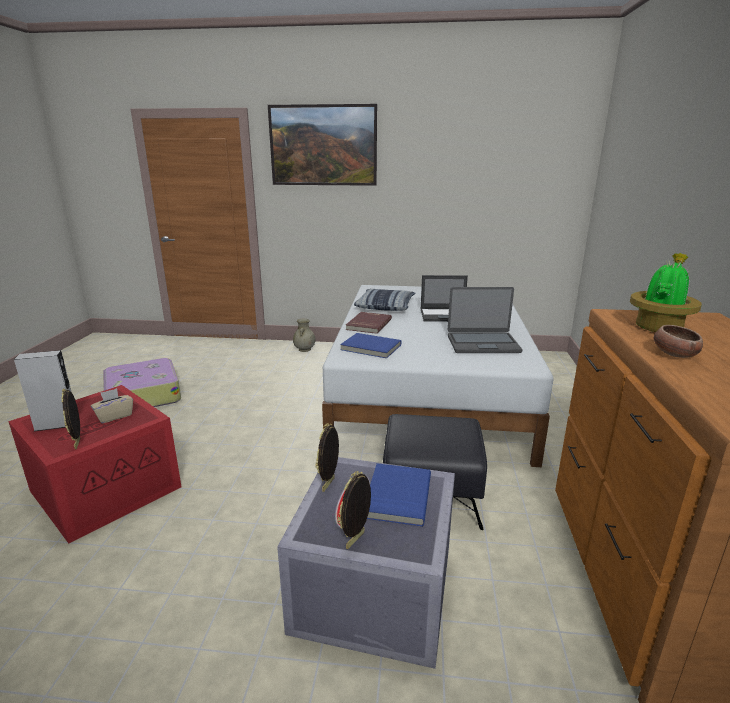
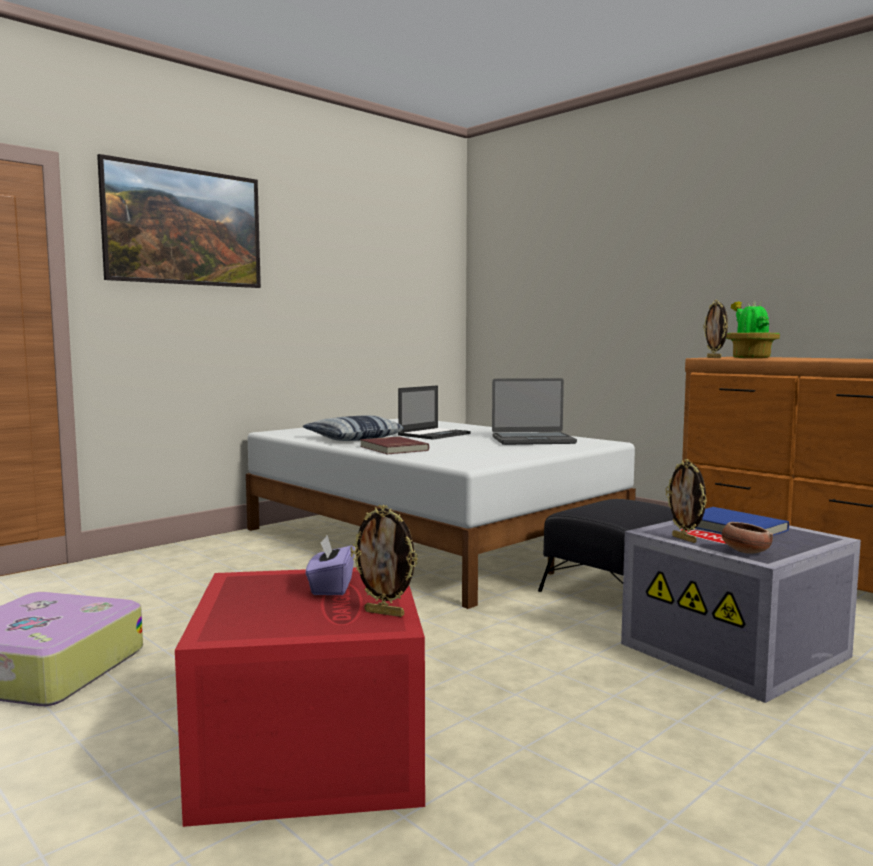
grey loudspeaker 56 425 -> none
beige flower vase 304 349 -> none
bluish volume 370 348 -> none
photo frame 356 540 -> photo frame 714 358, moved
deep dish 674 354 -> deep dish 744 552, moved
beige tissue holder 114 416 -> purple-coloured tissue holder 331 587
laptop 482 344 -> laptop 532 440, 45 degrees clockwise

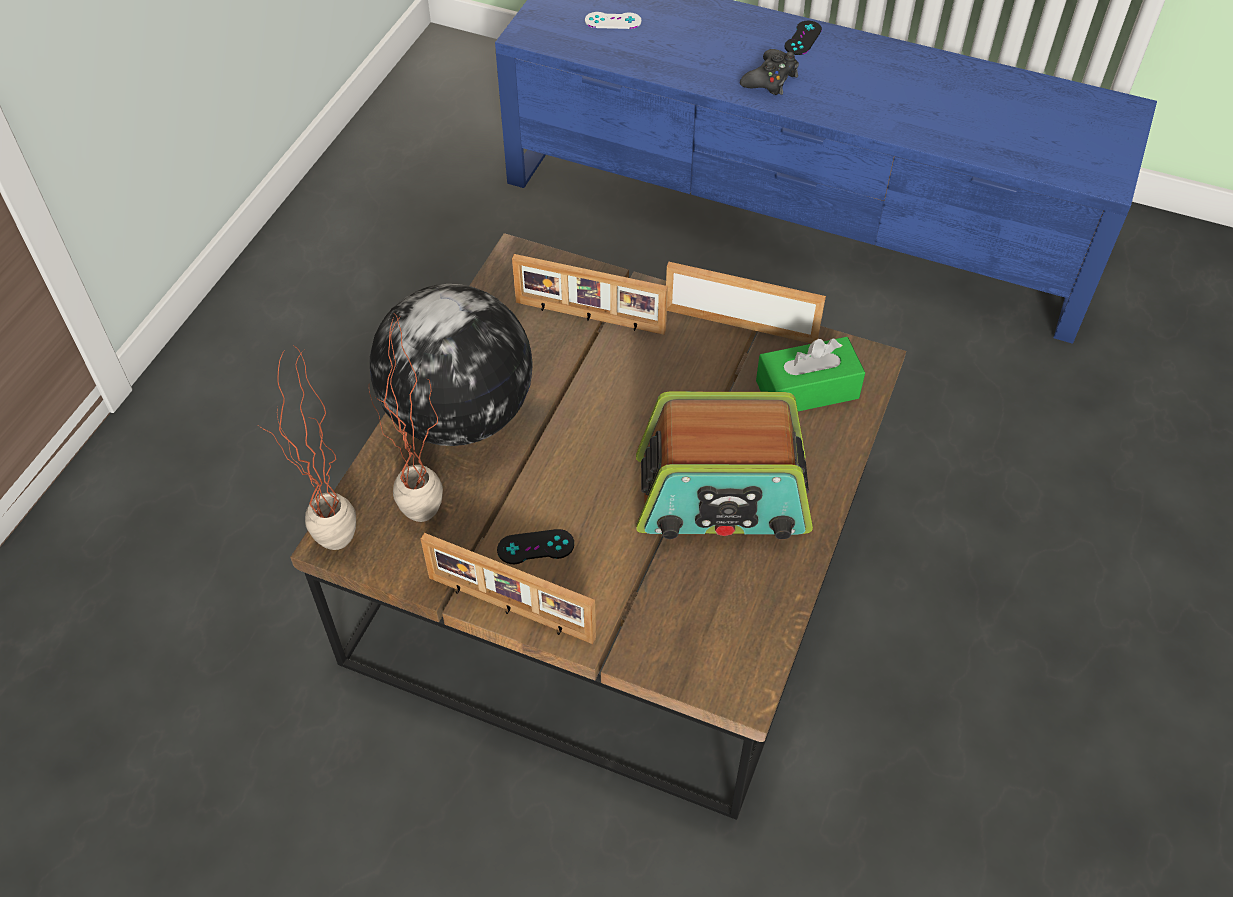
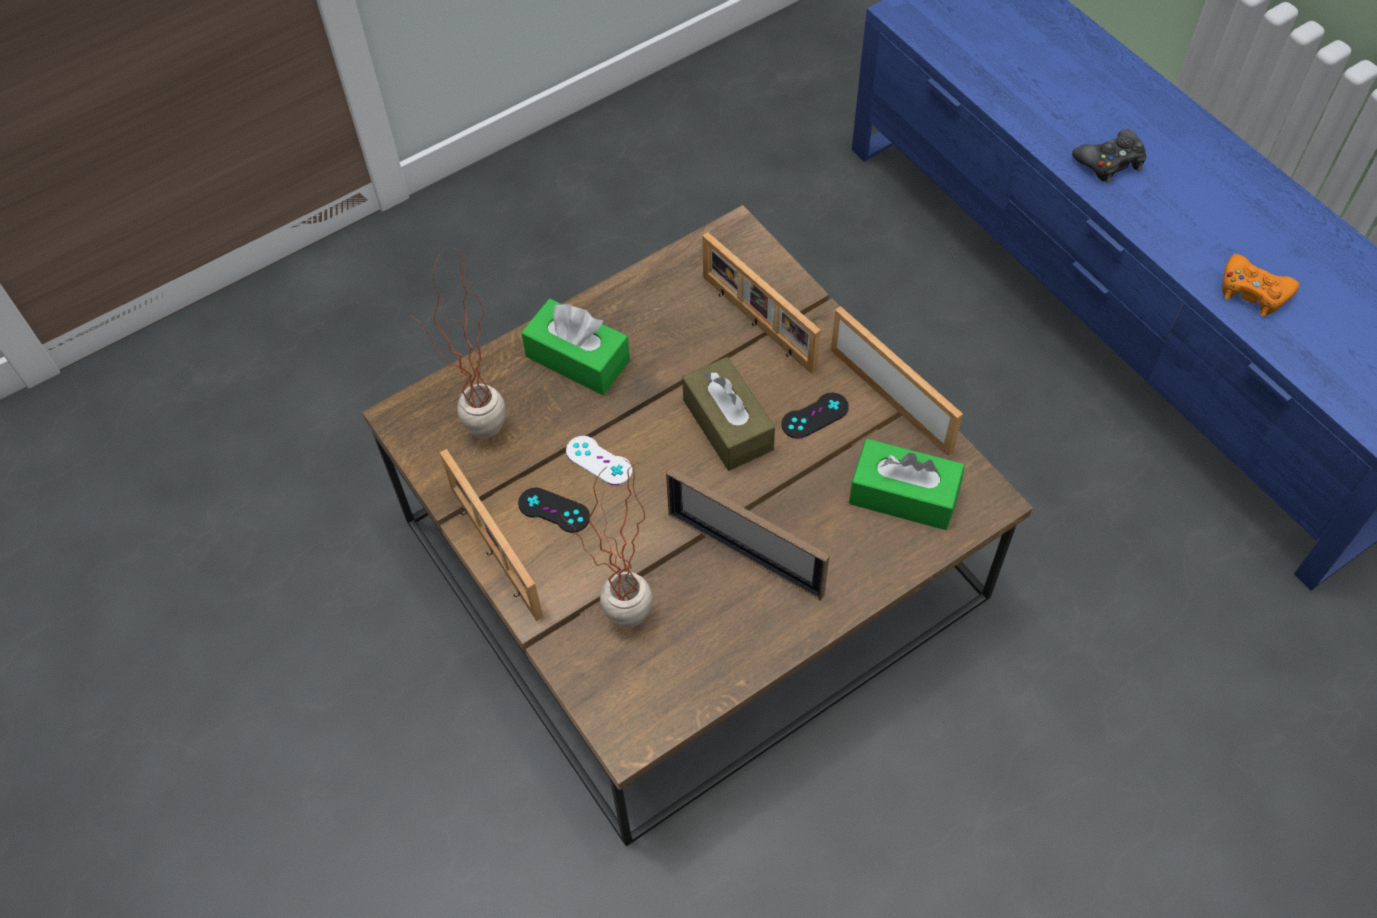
none -> brownish tissue holder 728 425
none -> orange-coloured joypad 1253 291
plant in a pot 337 554 -> plant in a pot 620 629, moved
white-coloured joypad 613 21 -> white-coloured joypad 599 460, moved
blackish joypad 803 38 -> blackish joypad 815 416, moved
world globe 458 416 -> green-coloured tissue holder 577 358
radio 722 497 -> photo frame 745 554

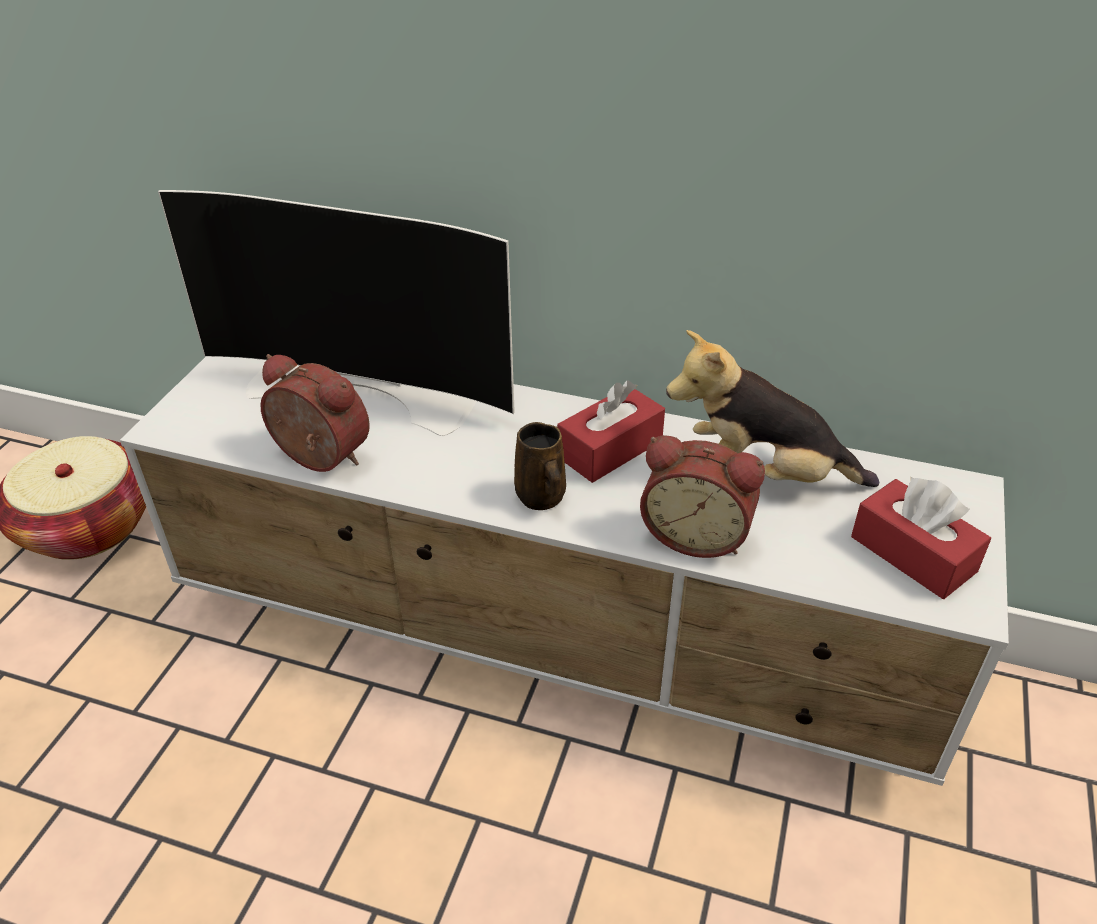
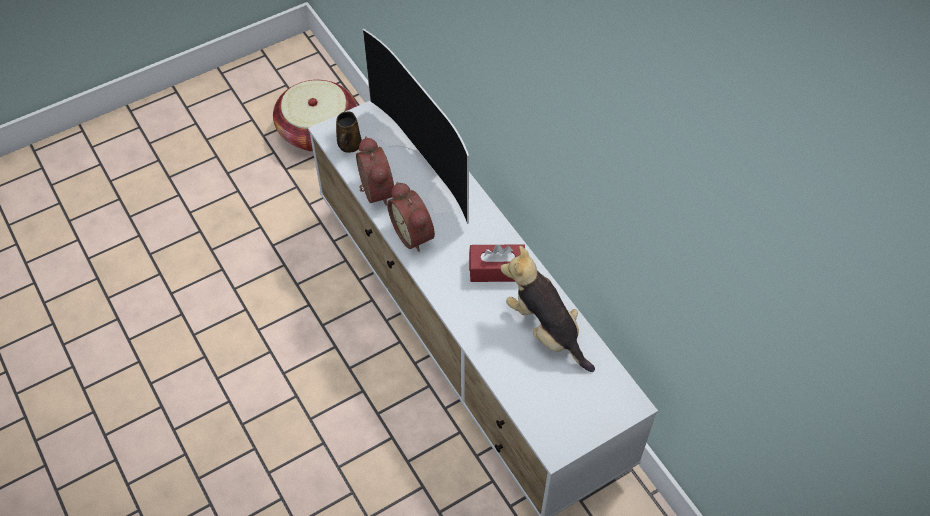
red-coloured tissue holder 913 554 -> none
brownish coffee mug 541 498 -> brownish coffee mug 349 146, moved
alarm clock 696 534 -> alarm clock 415 233, moved

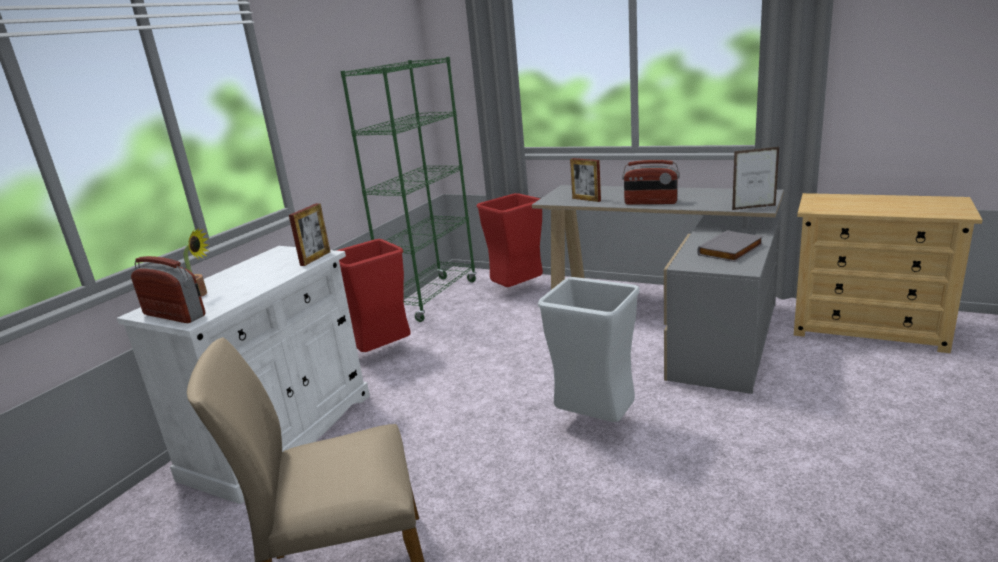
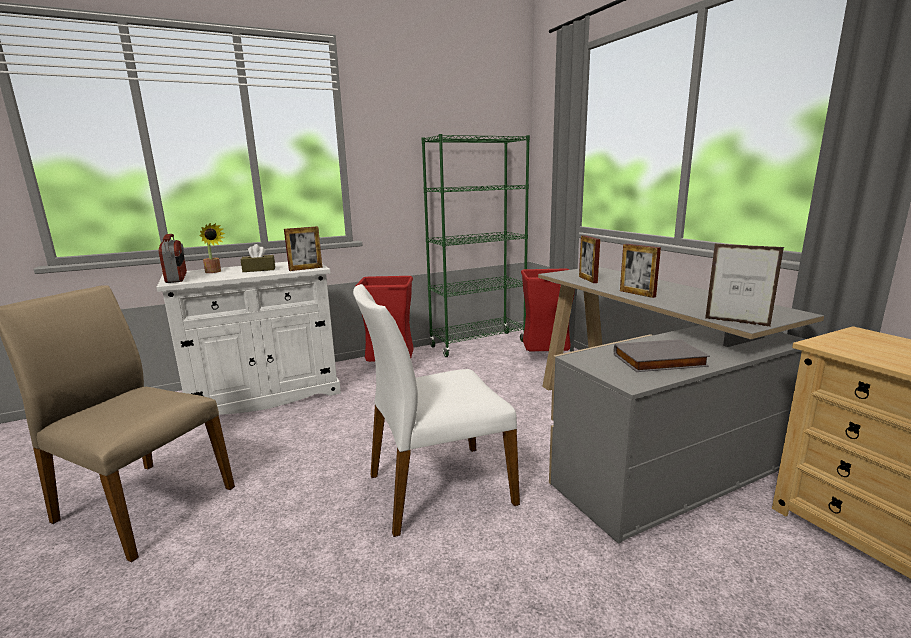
none -> brownish tissue holder 259 269
grey waste bin 594 422 -> white-coloured plain chair 438 488
radio 650 202 -> photo frame 637 293

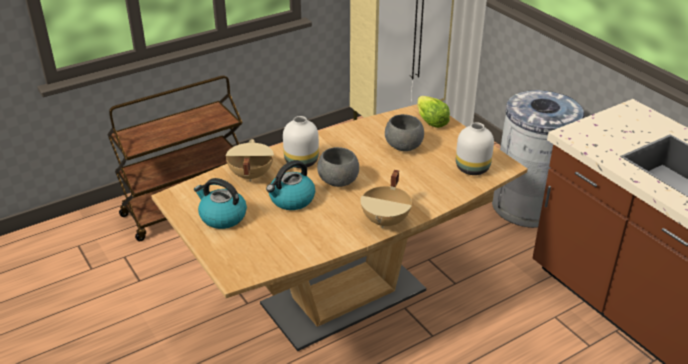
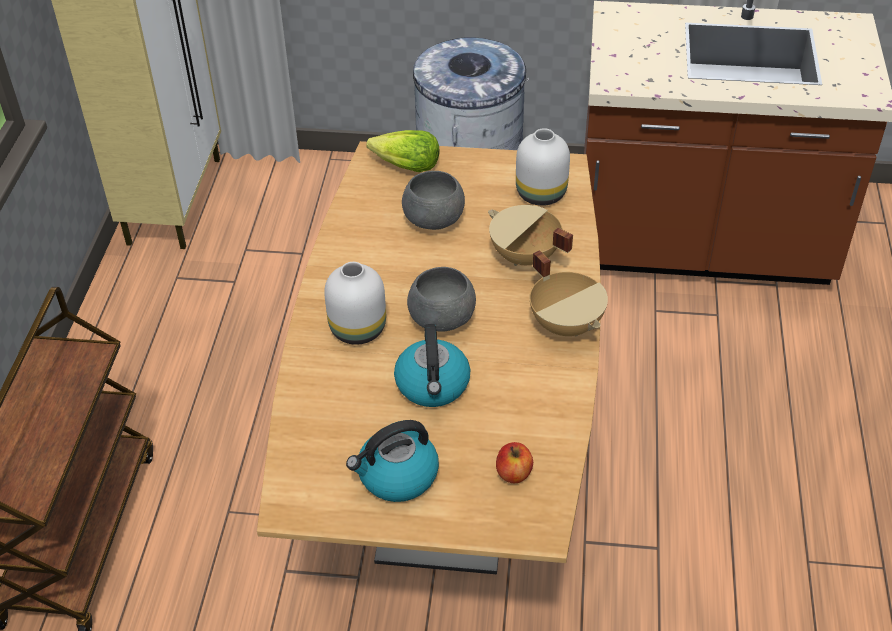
none -> apple 514 473
beige saucepot 250 175 -> beige saucepot 524 257, moved

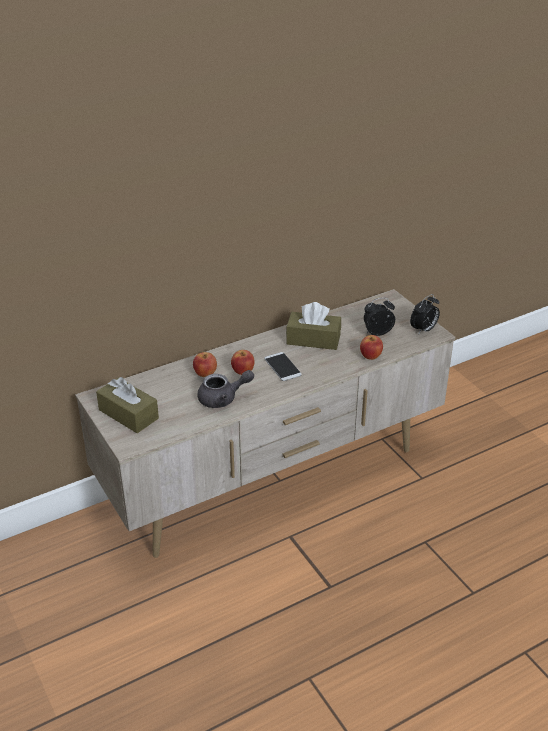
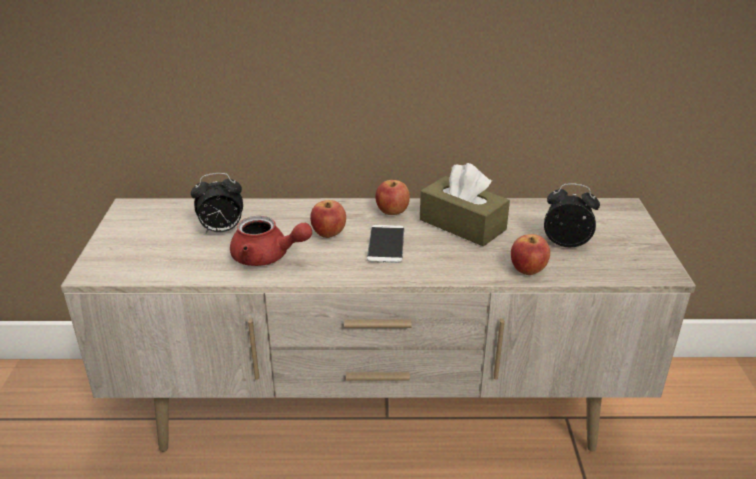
brownish tissue holder 128 414 -> none
apple 205 374 -> apple 392 212, moved
alarm clock 423 330 -> alarm clock 221 231, moved
grey tea pot 223 399 -> red-coloured tea pot 267 257

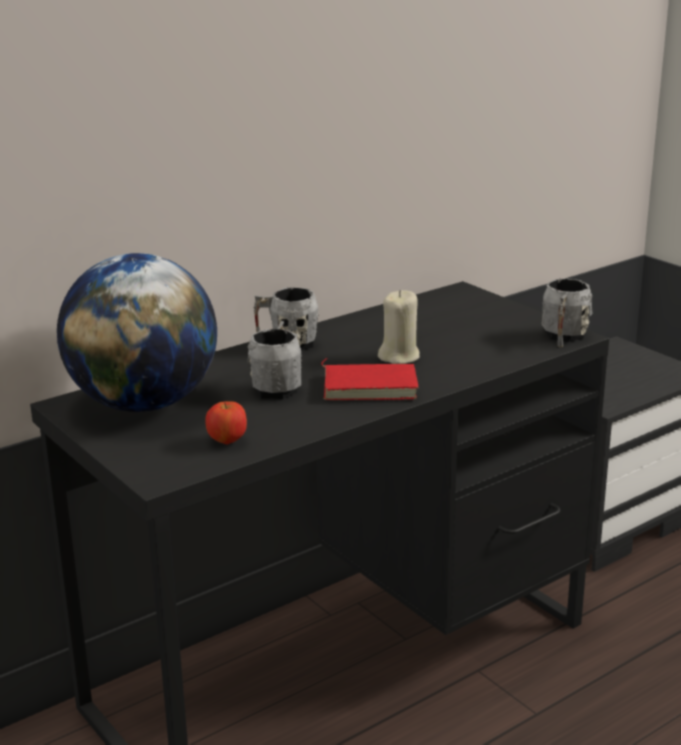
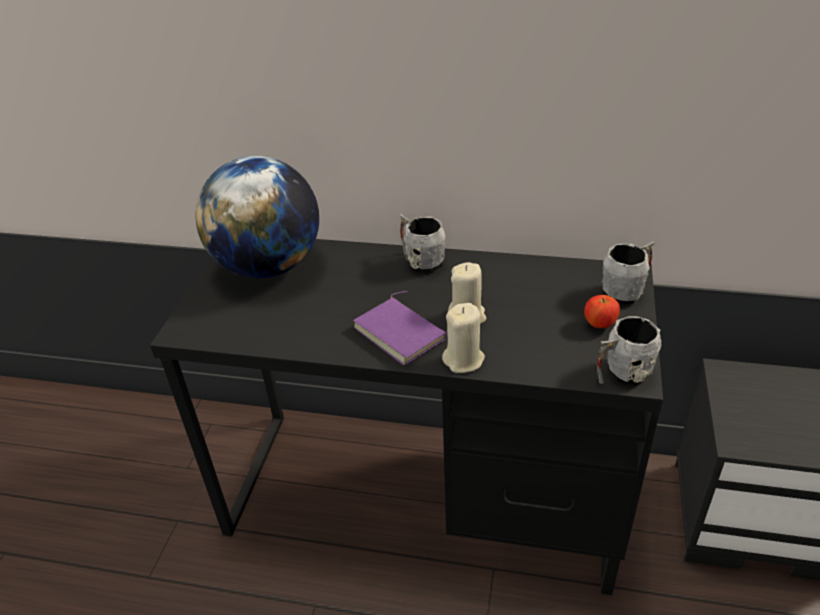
none -> beige wax light 464 360
apple 227 441 -> apple 600 324, moved
grey coffee mug 277 387 -> grey coffee mug 626 291, moved
red-coloured volume 370 386 -> purple-coloured volume 402 333

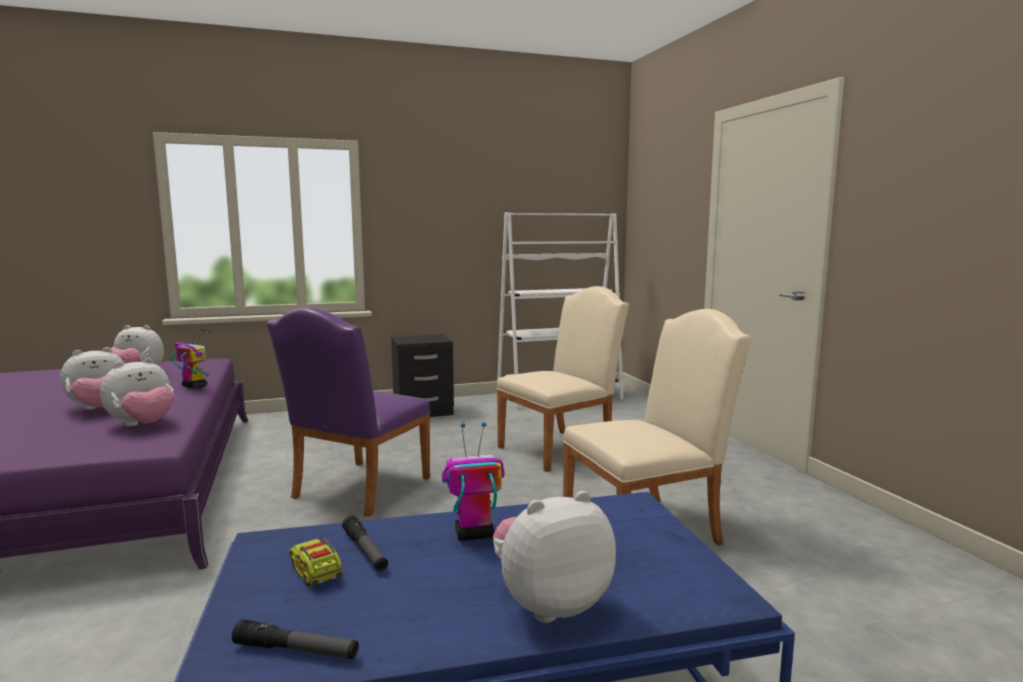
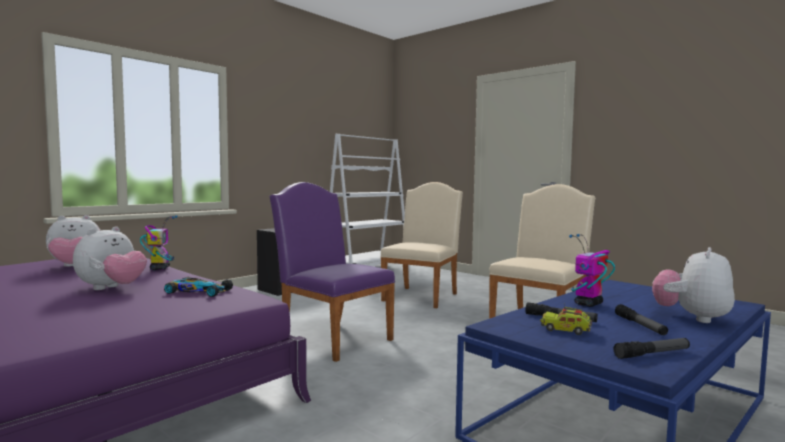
none -> torch 640 325
plush toy 143 425 -> model car 198 291
toy robot 194 386 -> toy robot 160 268, 75 degrees clockwise
purple-coloured plain chair 356 490 -> purple-coloured plain chair 331 338, 135 degrees clockwise

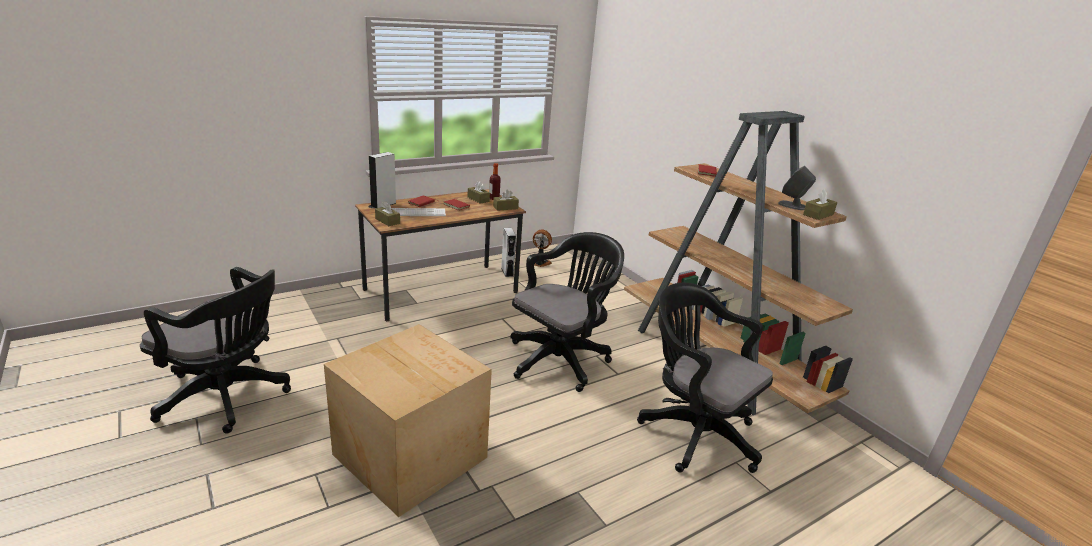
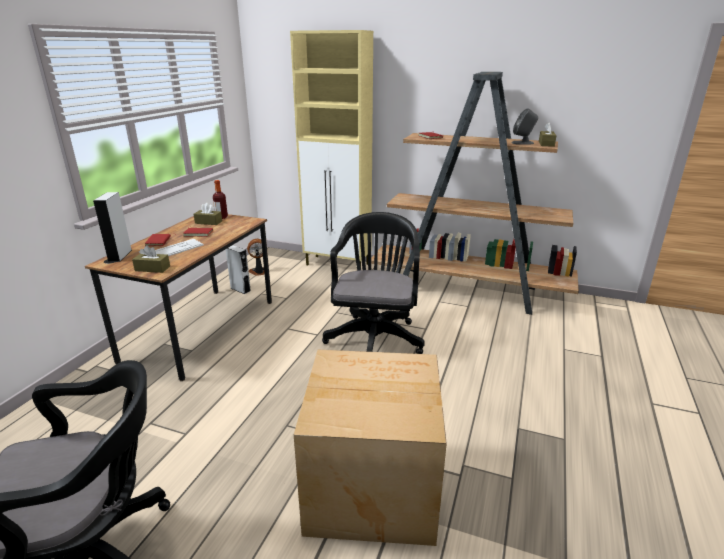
brownish tissue holder 505 207 -> none
blackish desk chair 693 432 -> none
none -> beige cupboard 338 264

